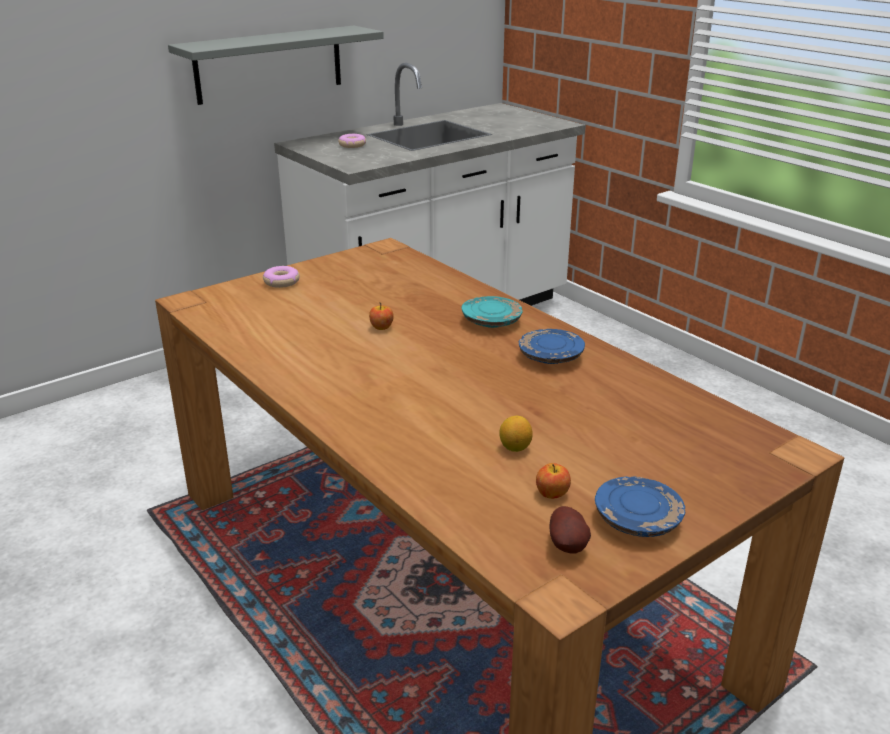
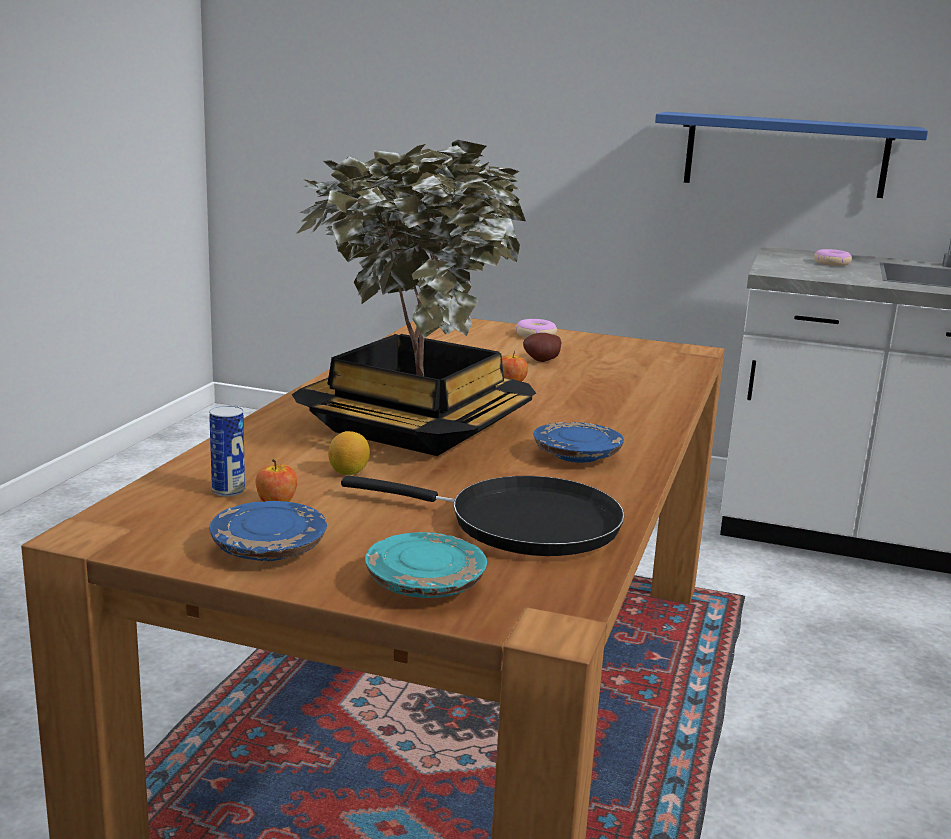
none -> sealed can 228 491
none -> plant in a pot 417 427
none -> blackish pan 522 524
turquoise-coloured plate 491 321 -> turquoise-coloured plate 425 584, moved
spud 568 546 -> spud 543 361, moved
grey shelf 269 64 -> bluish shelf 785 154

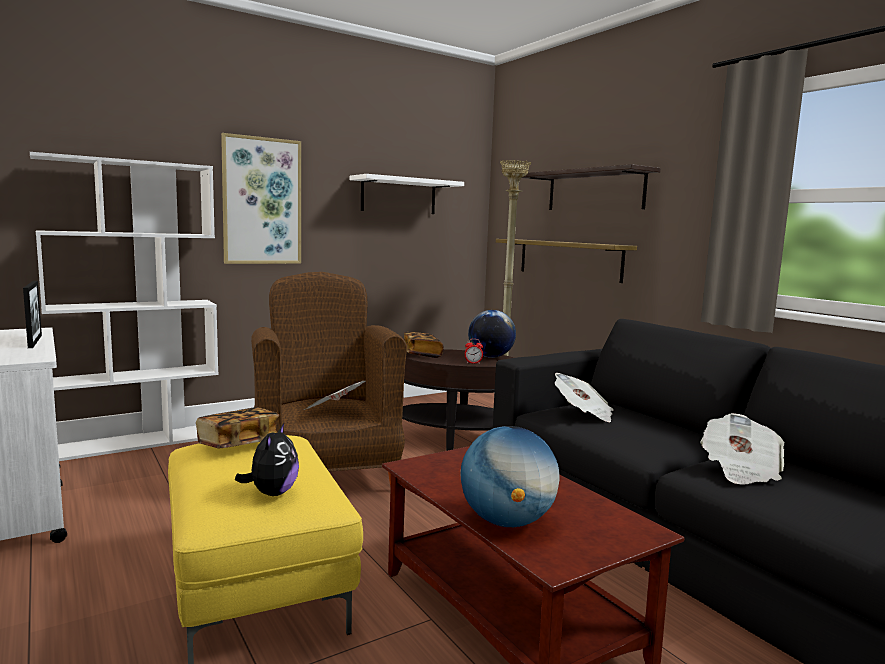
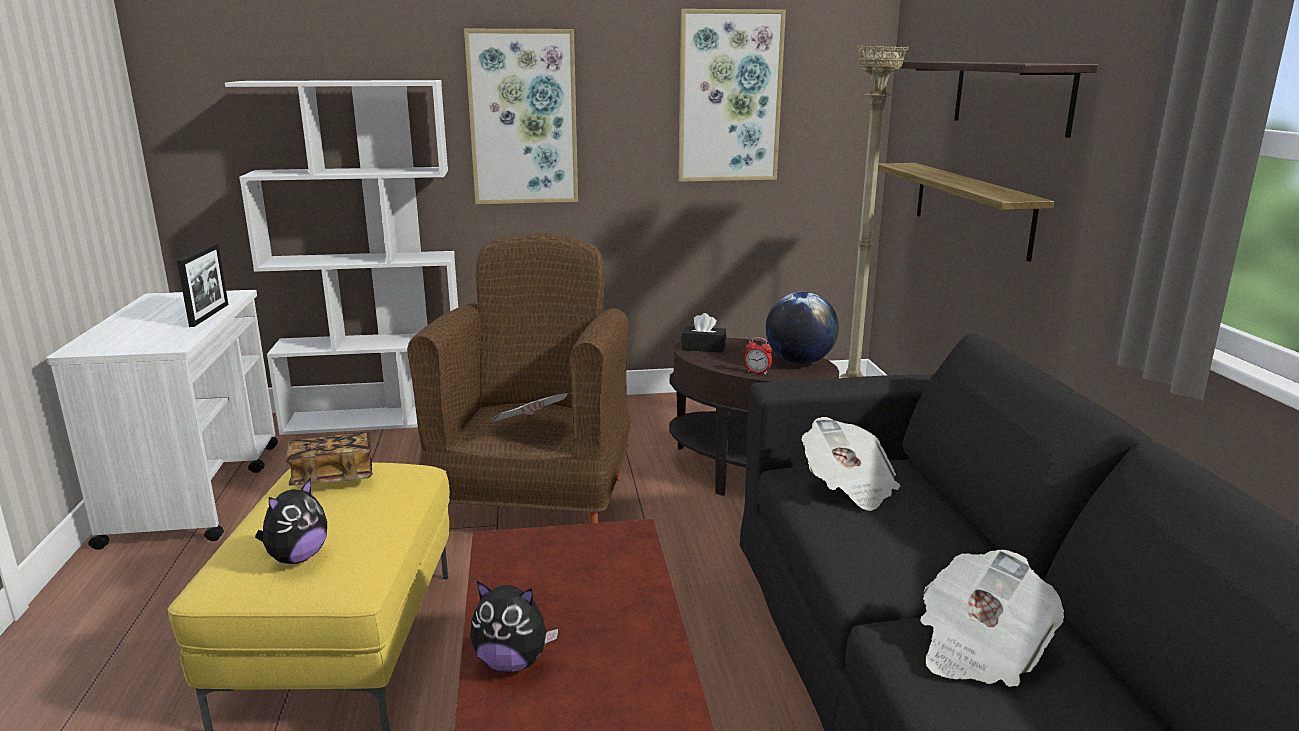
white-coloured shelf 398 196 -> wall picture 729 97
volume 422 354 -> blackish tissue holder 703 347
world globe 507 521 -> plush toy 512 662

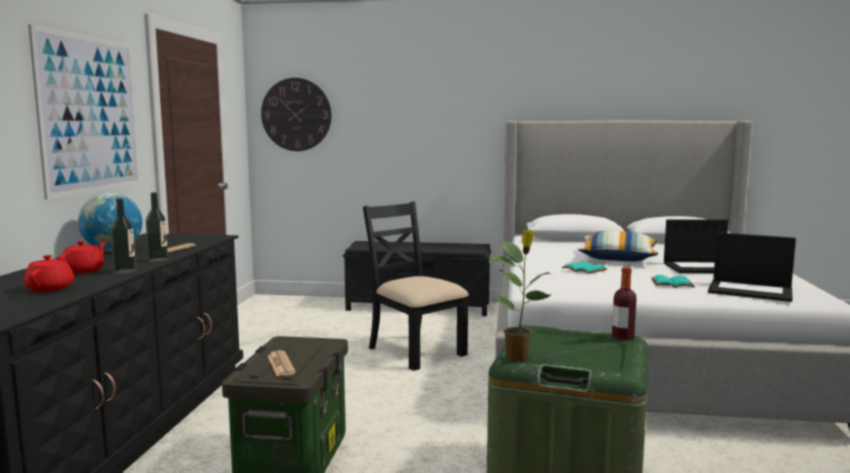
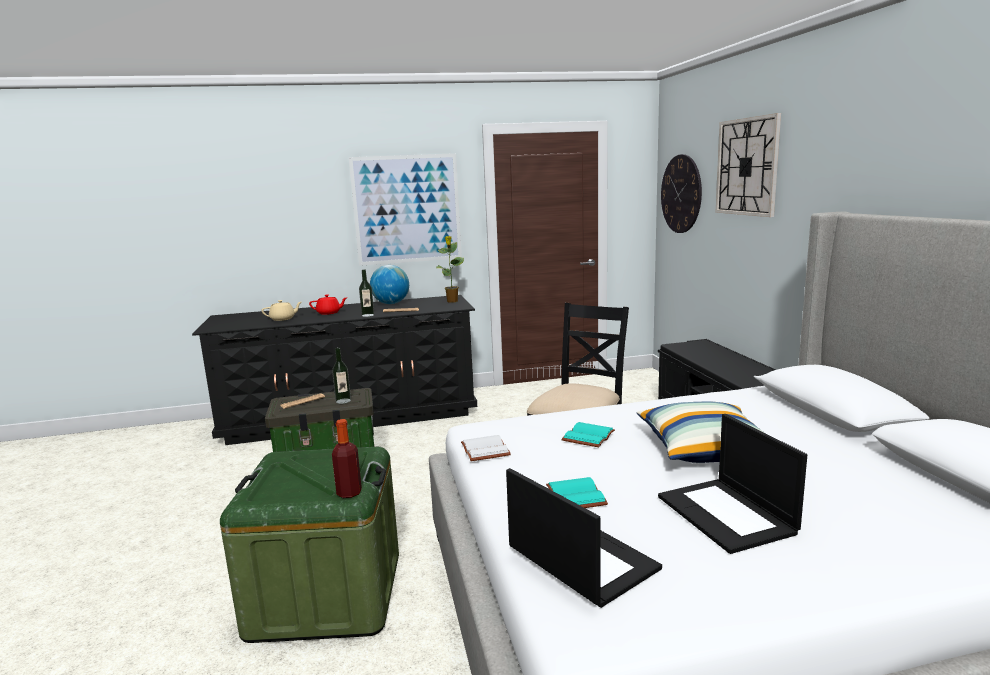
none -> white-coloured volume 483 450
none -> clock on the wall 747 167
drink bottle 125 271 -> drink bottle 343 401, moved
plant in a pot 518 358 -> plant in a pot 452 301, moved
red-coloured tea pot 51 288 -> beige tea pot 283 319
laptop 751 291 -> laptop 580 558, 135 degrees clockwise

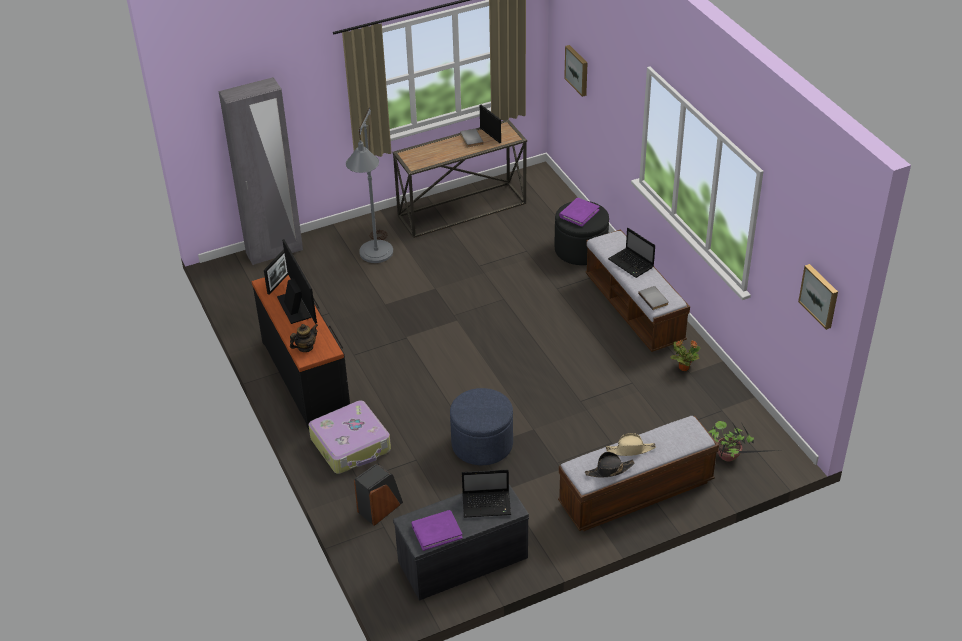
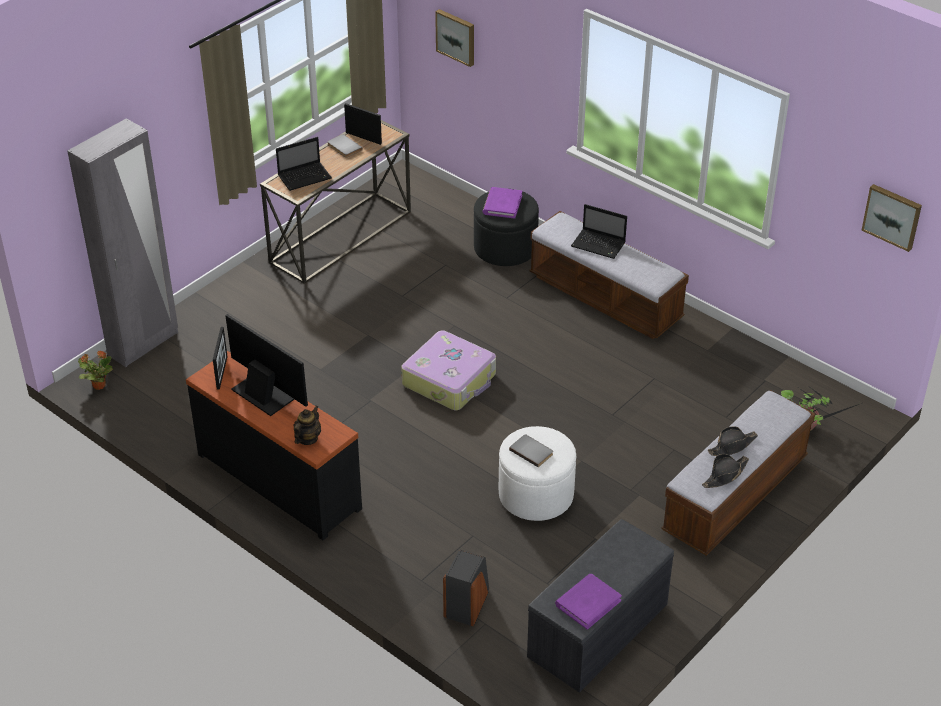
grey standing lamp 375 258 -> none
piece of luggage 351 445 -> piece of luggage 450 380, moved
laptop 487 504 -> laptop 305 177, moved
grey volume 654 299 -> grey volume 532 451, moved
plant in a pot 683 367 -> plant in a pot 98 385, moved
bluish ottoman 482 444 -> white-coloured ottoman 536 495
beige hat 630 449 -> blackish hat 732 446

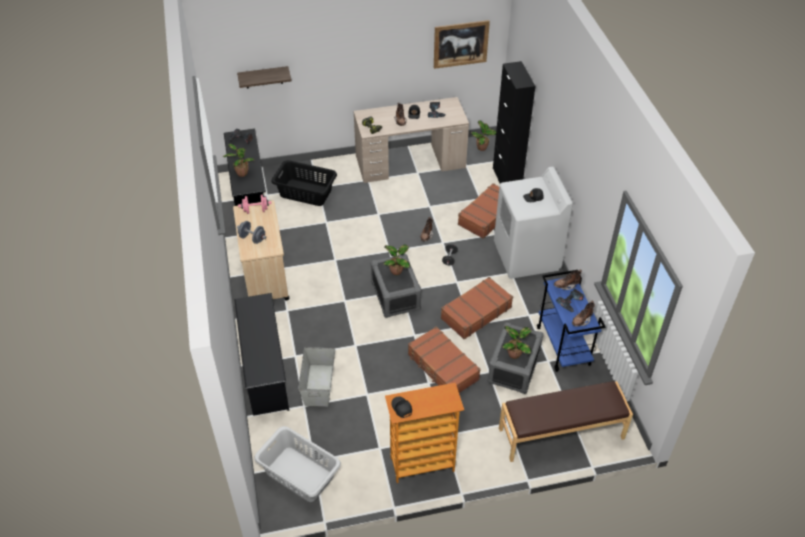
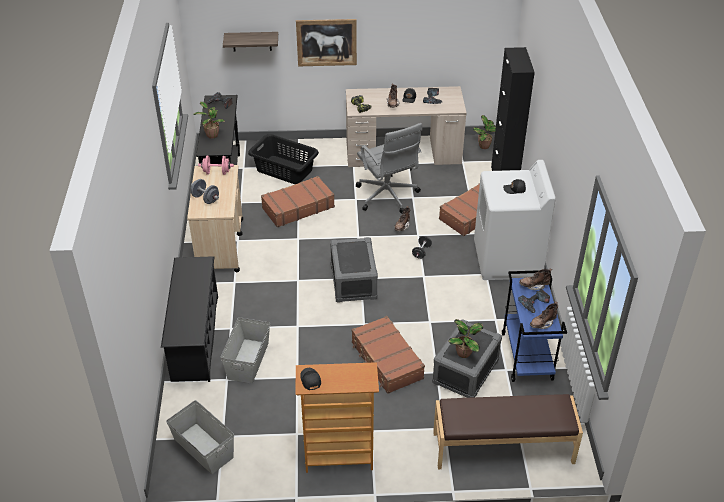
plant in a pot 397 271 -> none
none -> grey desk chair 387 197
wall picture 460 44 -> wall picture 326 42, moved
brownish piece of luggage 475 313 -> brownish piece of luggage 298 207, moved
grey laundry basket 299 475 -> grey storage container 203 448

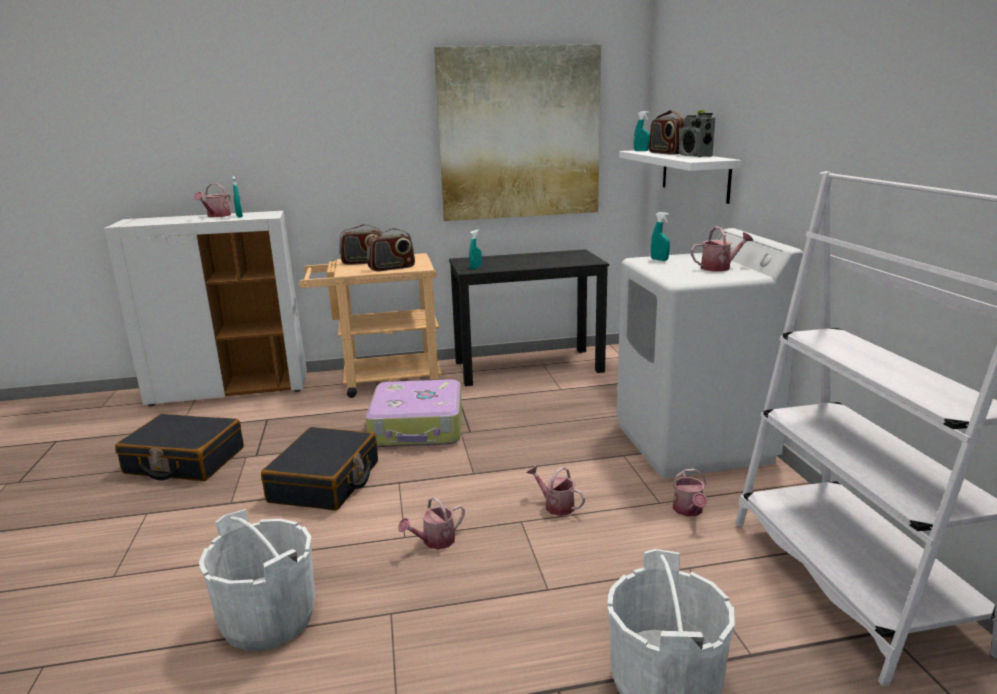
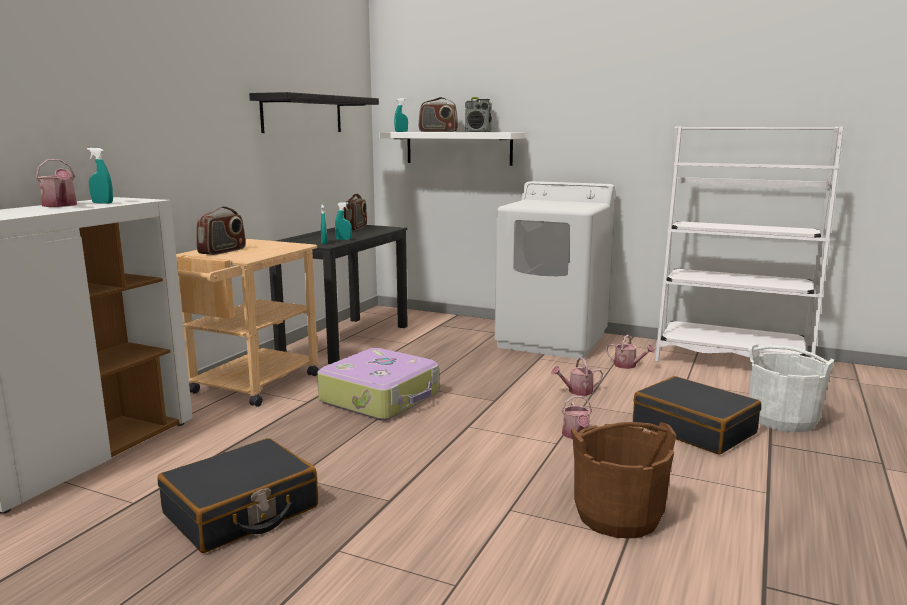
watering can 719 267 -> none
blackish piece of luggage 325 482 -> blackish piece of luggage 694 429, moved
radio 391 268 -> radio 356 228, moved
turquoise-coloured sprayer 659 260 -> turquoise-coloured sprayer 343 239, moved
wall picture 519 134 -> blackish shelf 302 114
white-coloured pail 269 619 -> brownish pail 618 515

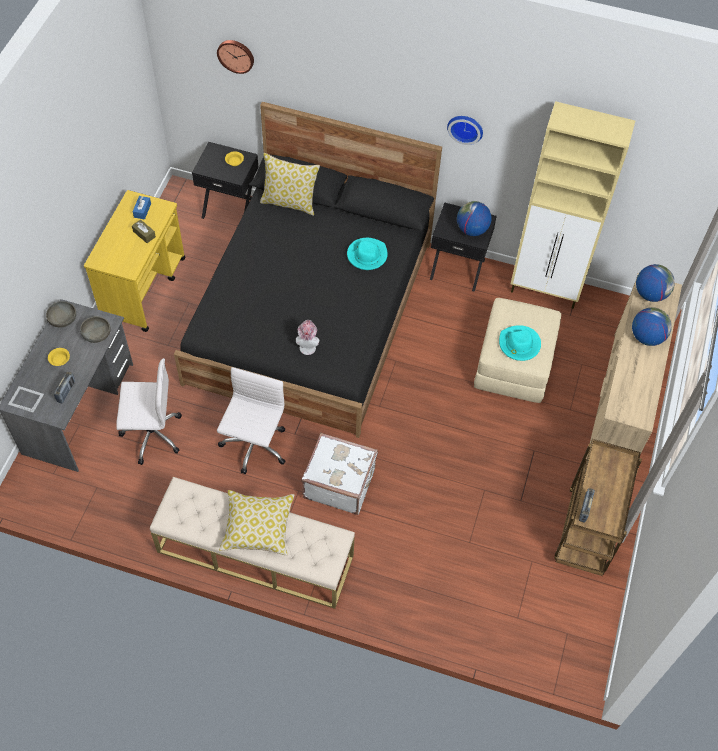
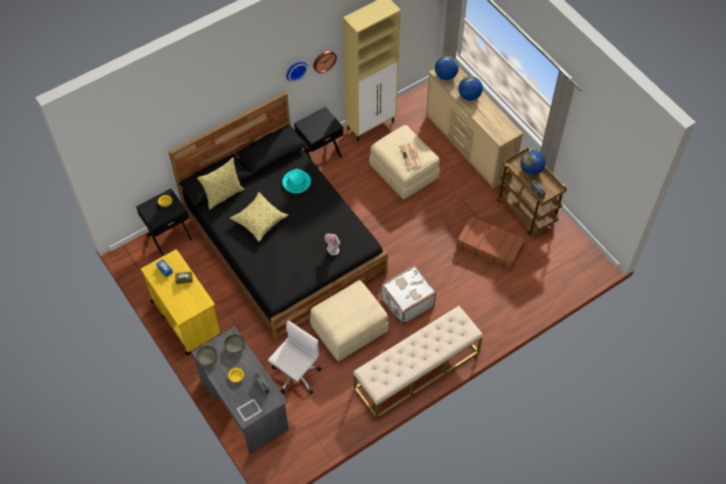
none -> brownish piece of luggage 489 247
clock on the wall 236 55 -> clock on the wall 324 61, moved
cushion 258 527 -> cushion 259 220, moved
world globe 471 230 -> world globe 531 170, moved
white-coloured desk chair 254 447 -> beige ottoman 349 328
turquoise-coloured hat 519 344 -> newspaper 411 156

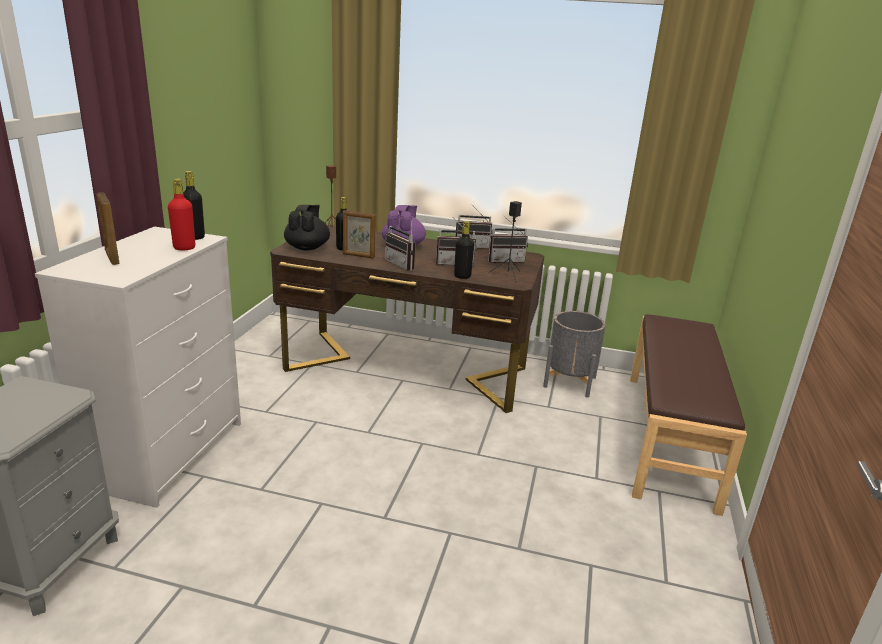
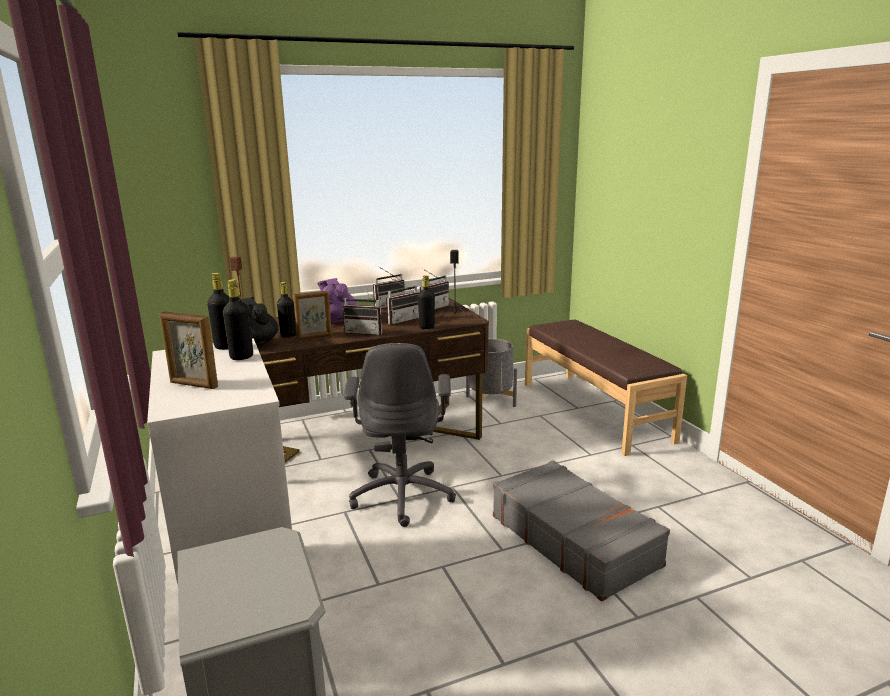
none -> grey desk chair 403 495
none -> grey piece of luggage 574 540
red-coloured drink bottle 184 248 -> blackish drink bottle 241 357

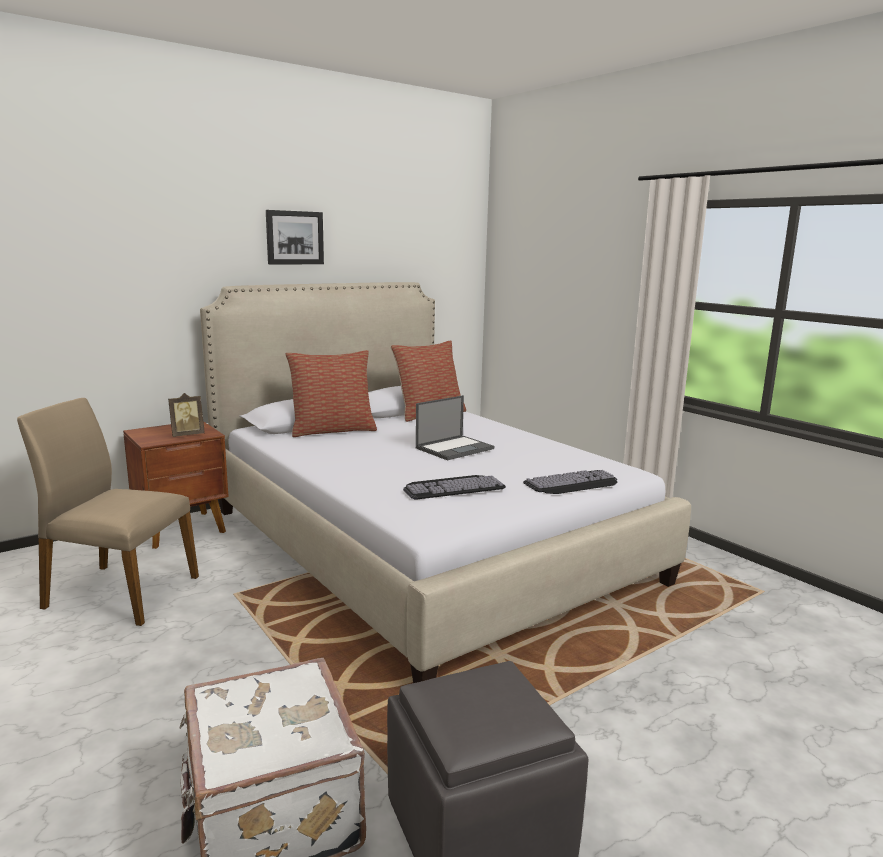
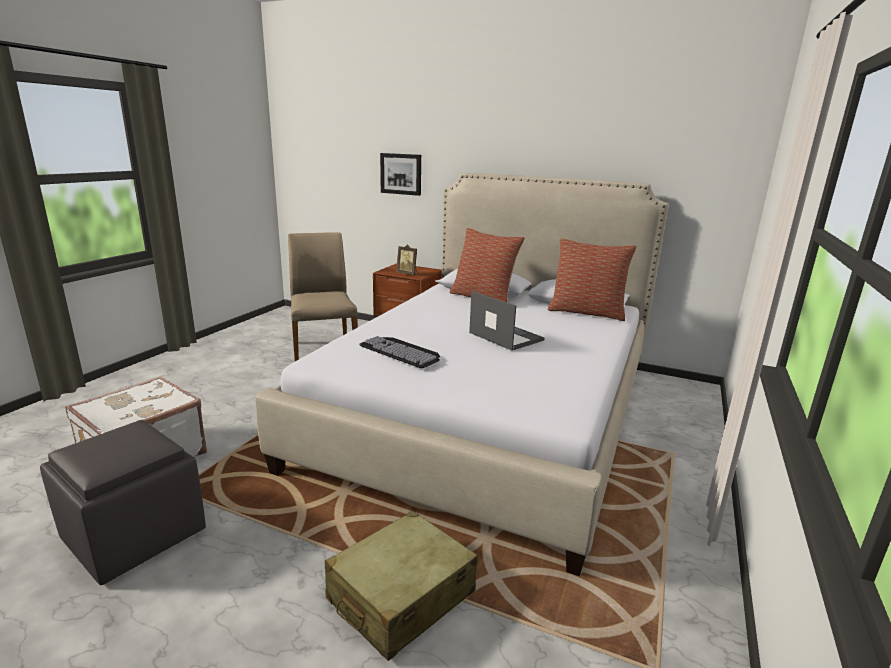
PC keyboard 573 484 -> none
none -> beige piece of luggage 401 596
wall picture 294 237 -> wall picture 401 174, moved
laptop 455 448 -> laptop 505 336, 150 degrees counterclockwise

